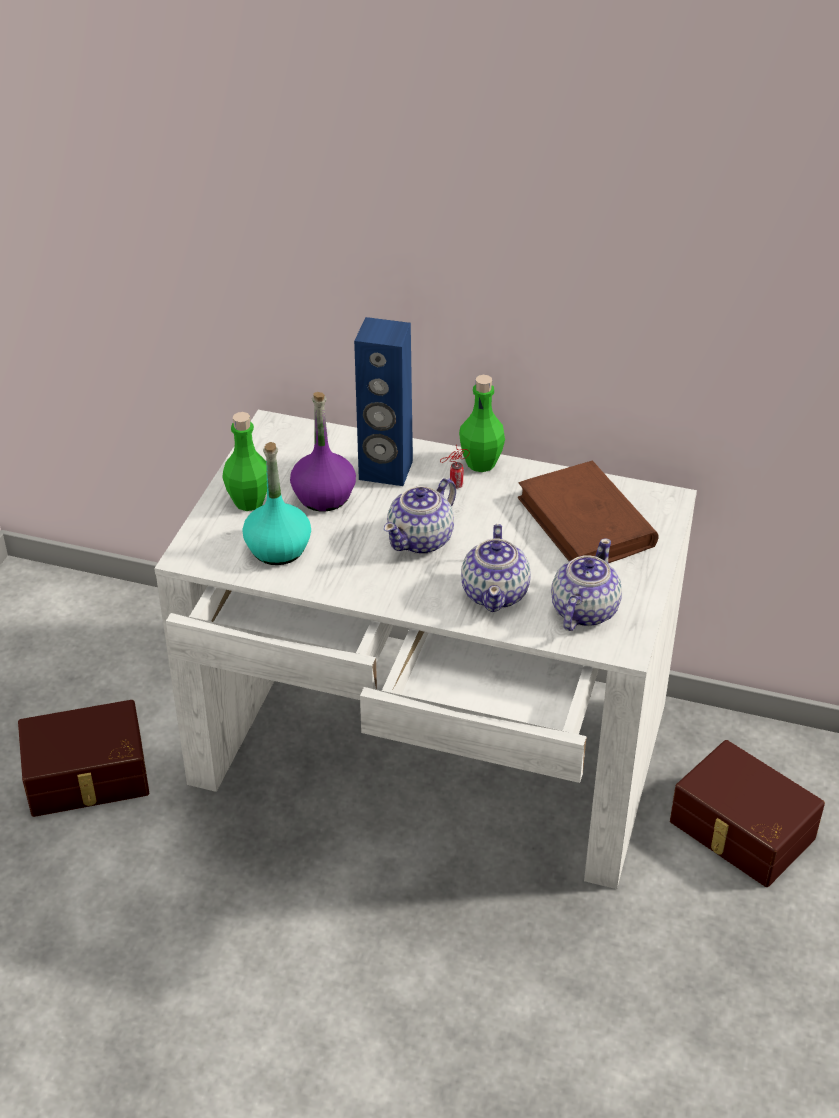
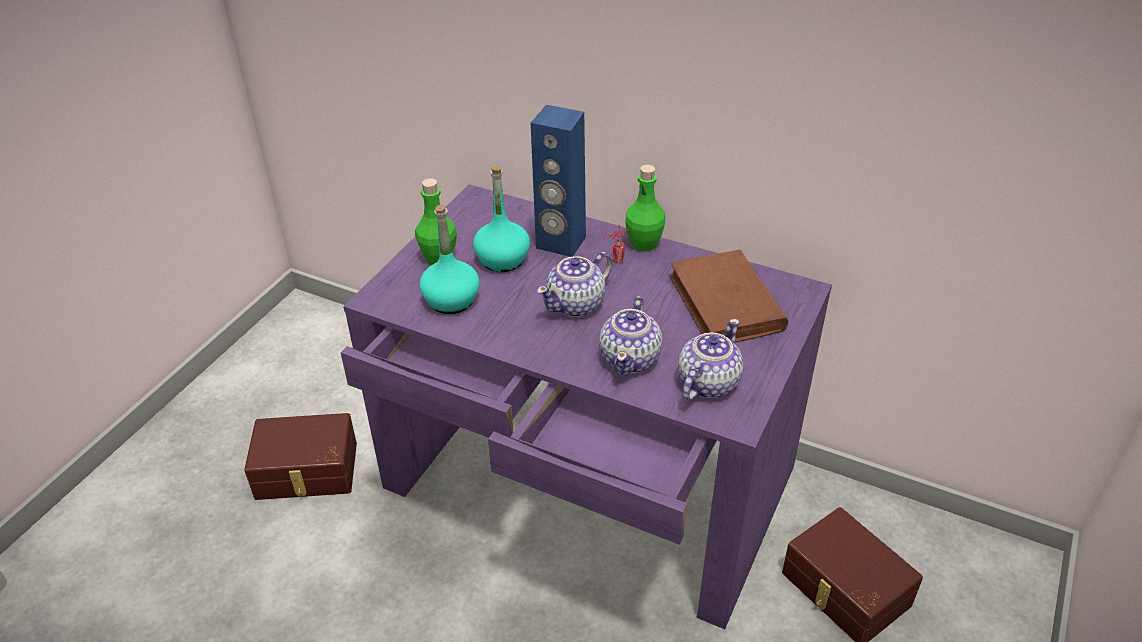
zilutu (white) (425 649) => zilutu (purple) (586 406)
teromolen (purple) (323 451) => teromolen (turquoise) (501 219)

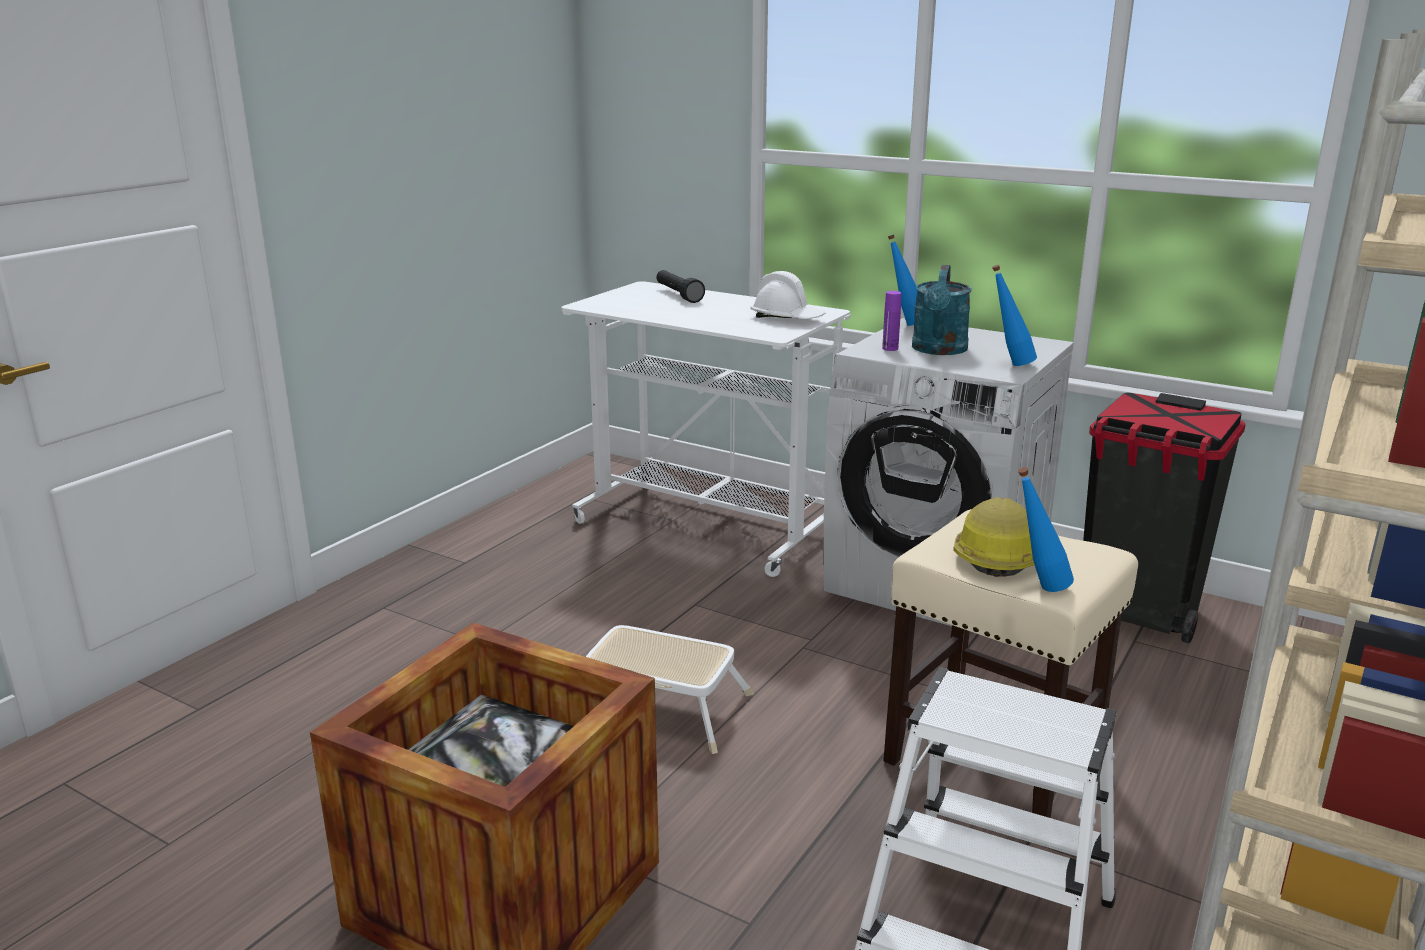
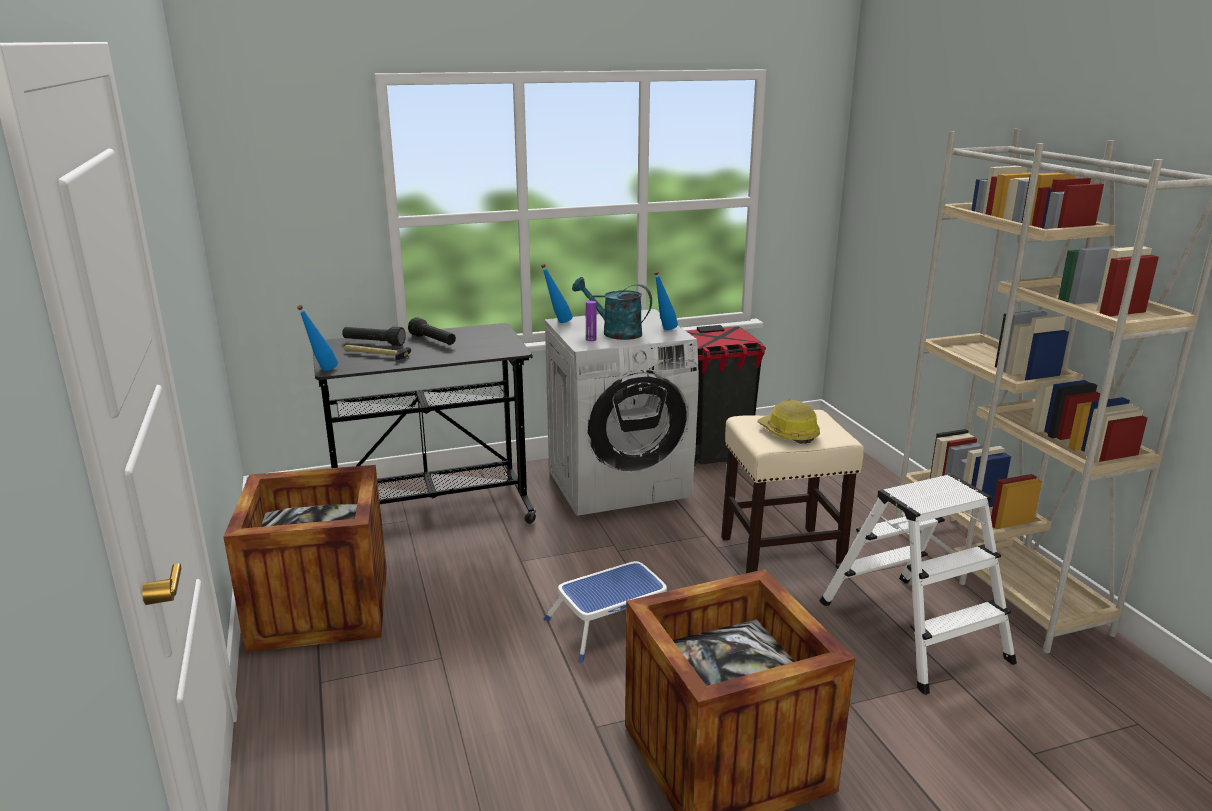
zilutu (white) (706 429) => zilutu (black) (424 423)
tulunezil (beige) (670 689) => tulunezil (blue) (605 612)
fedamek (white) (788 295) => nothing
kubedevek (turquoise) (942 310) => kubedevek (turquoise) (612 308), 150 degrees clockwise
teromolen (blue) (1046 529) => teromolen (blue) (317 338), move
nothing => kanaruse (305 558)
nothing => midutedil (377 352)
nothing => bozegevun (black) (432 331)

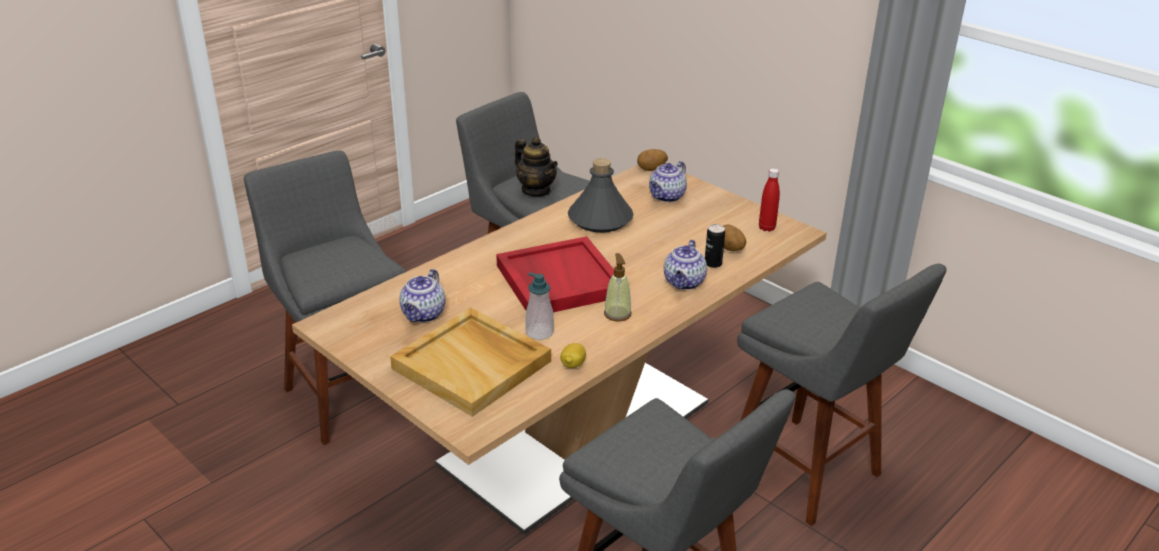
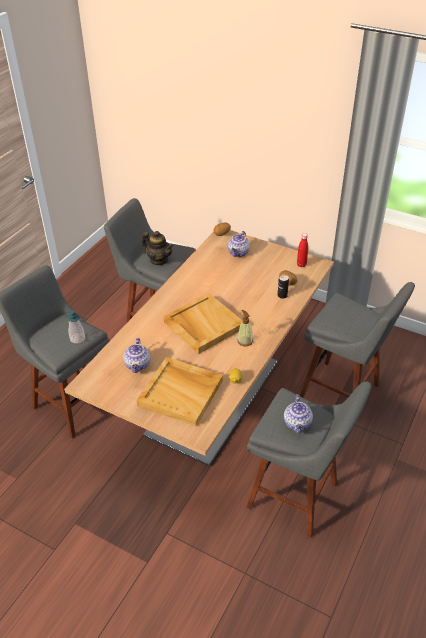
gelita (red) (555 274) => gelita (beige) (203 323)
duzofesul (539 306) => duzofesul (75 327), move
teromolen (grey) (601 195) => nothing
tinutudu (685 265) => tinutudu (298 414), move

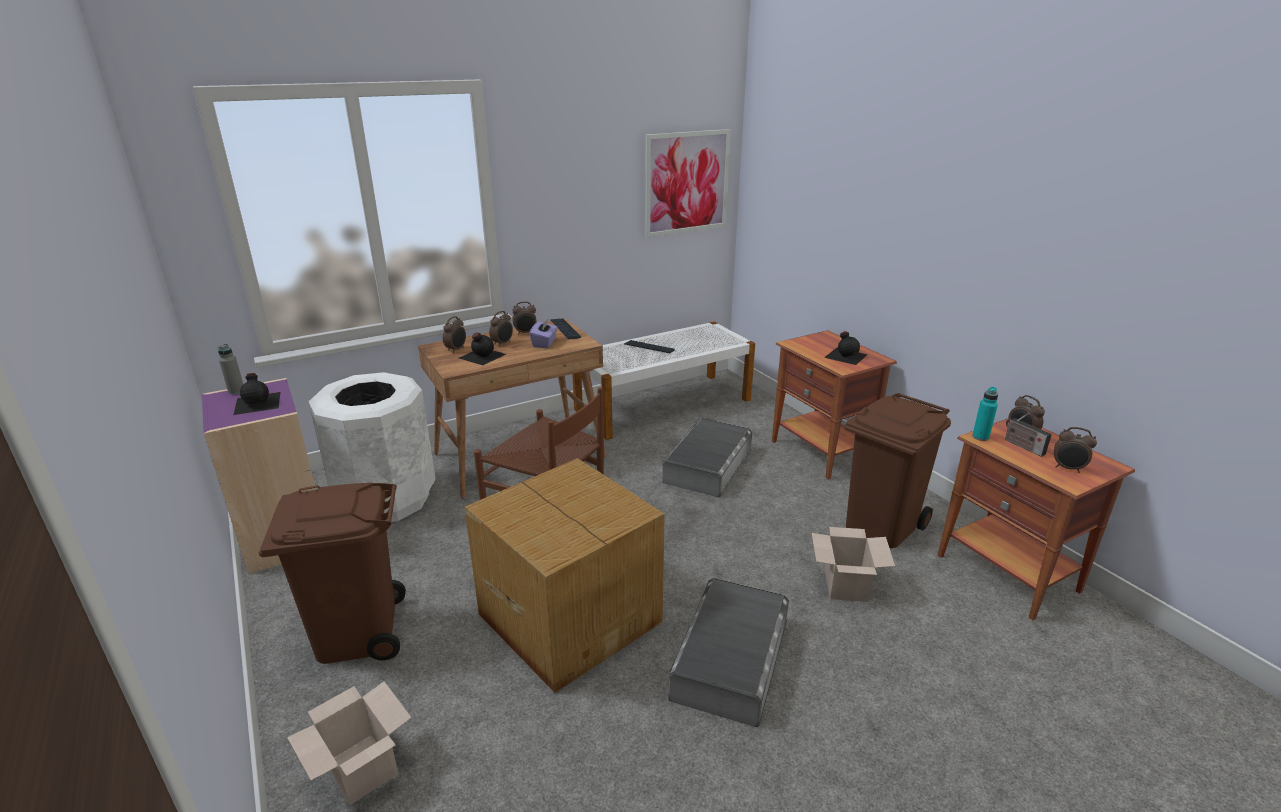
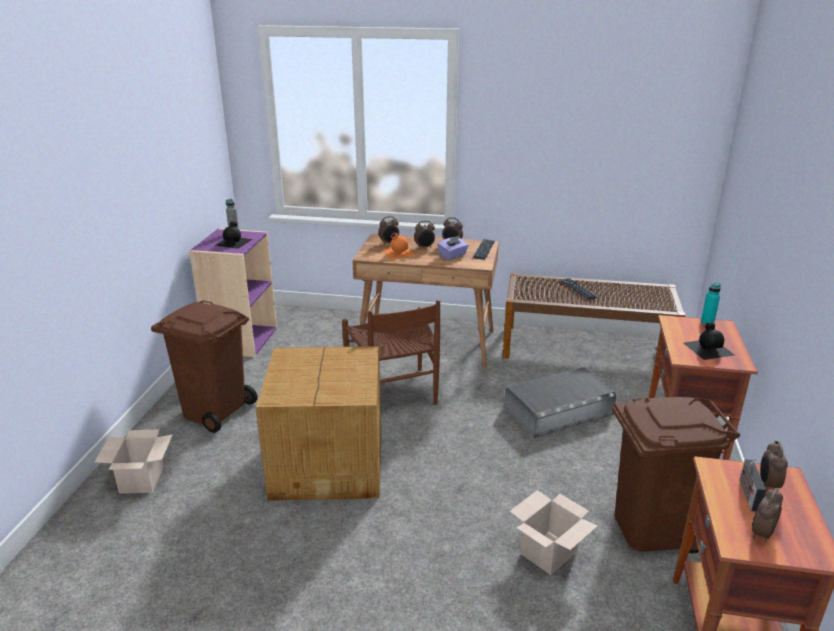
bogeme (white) (372 447) => nothing
teromolen (black) (482 348) => teromolen (orange) (398 245)
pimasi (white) (663 380) => pimasi (brown) (594 315)
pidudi (688 183) => nothing
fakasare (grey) (728 652) => nothing
teromolen (turquoise) (985 414) => teromolen (turquoise) (711 303), move
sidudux (1075 450) => sidudux (767 515), 60 degrees clockwise

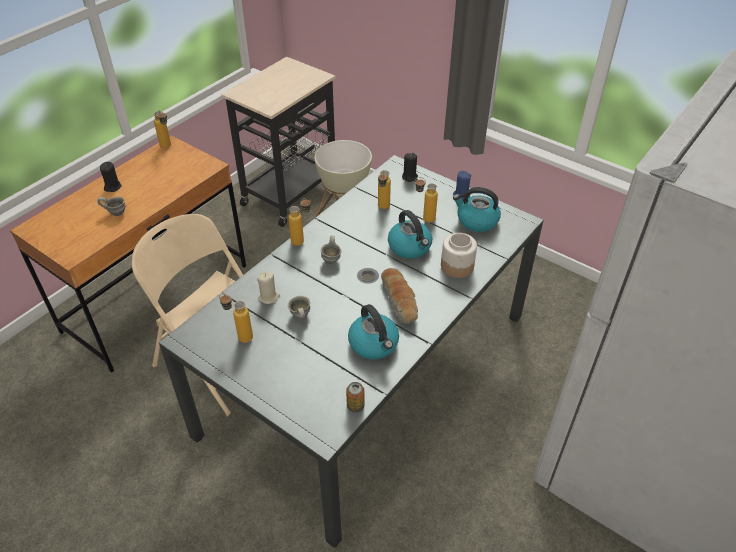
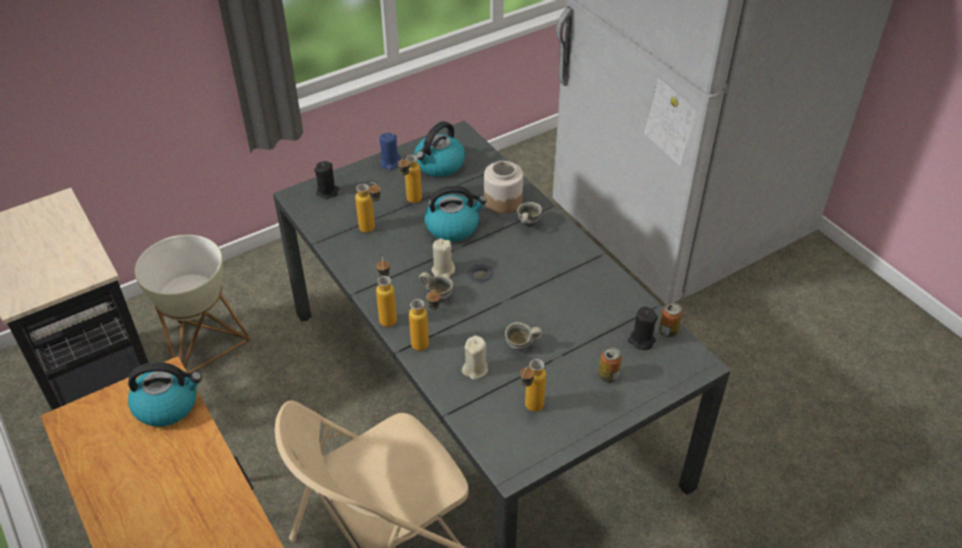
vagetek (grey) (111 206) => vagetek (grey) (529 214), move
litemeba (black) (111 177) => litemeba (black) (643 328), move
teromolen (162 129) => teromolen (425 320), move
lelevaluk (373 331) => lelevaluk (165 394), move
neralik (399 296) => nothing
nothing => litemeba (beige) (443 258)
nothing => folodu (610 365)

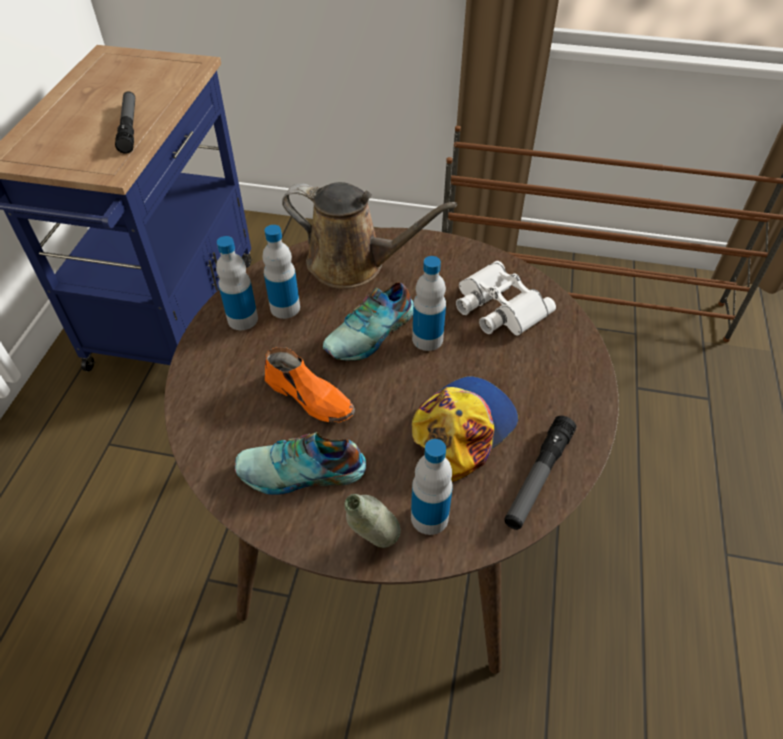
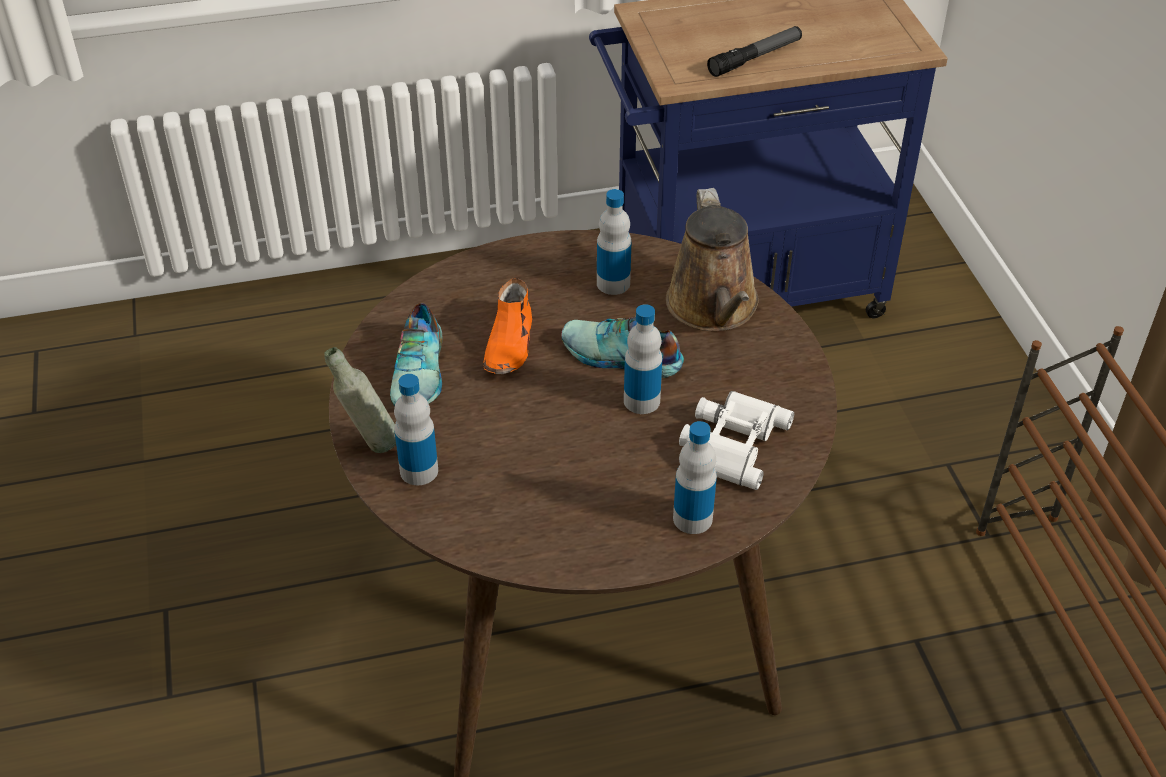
teromolen (237 283) => teromolen (695 477), move
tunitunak (300 463) => tunitunak (416 354), 150 degrees counterclockwise
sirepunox (465 429) => nothing
bozegevun (540 473) => nothing

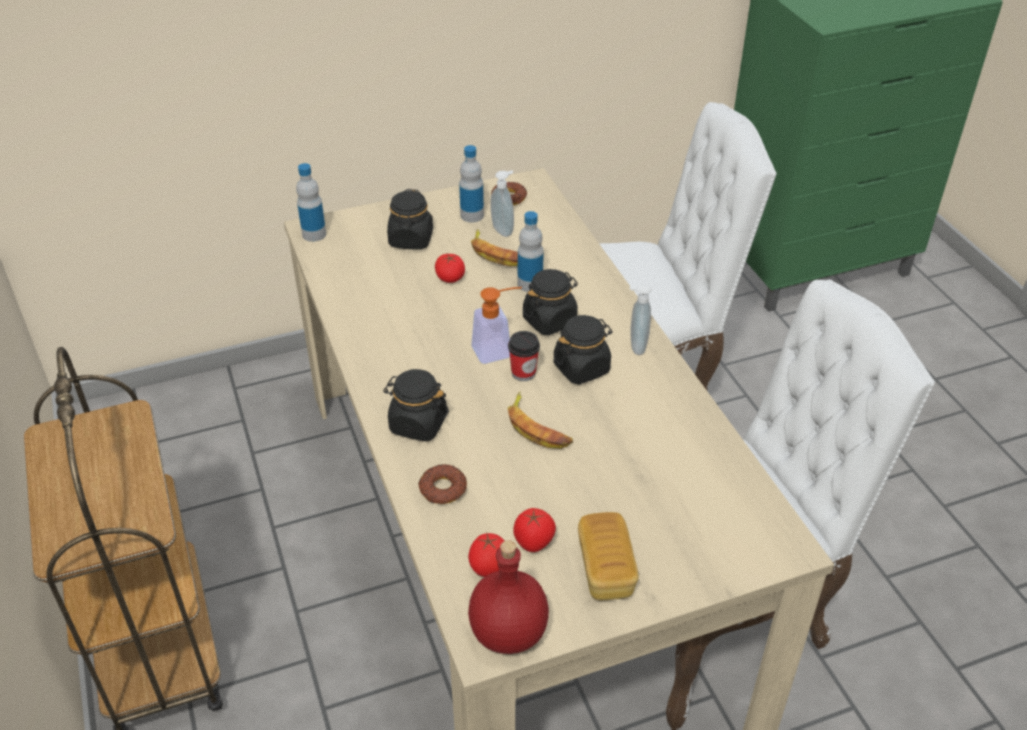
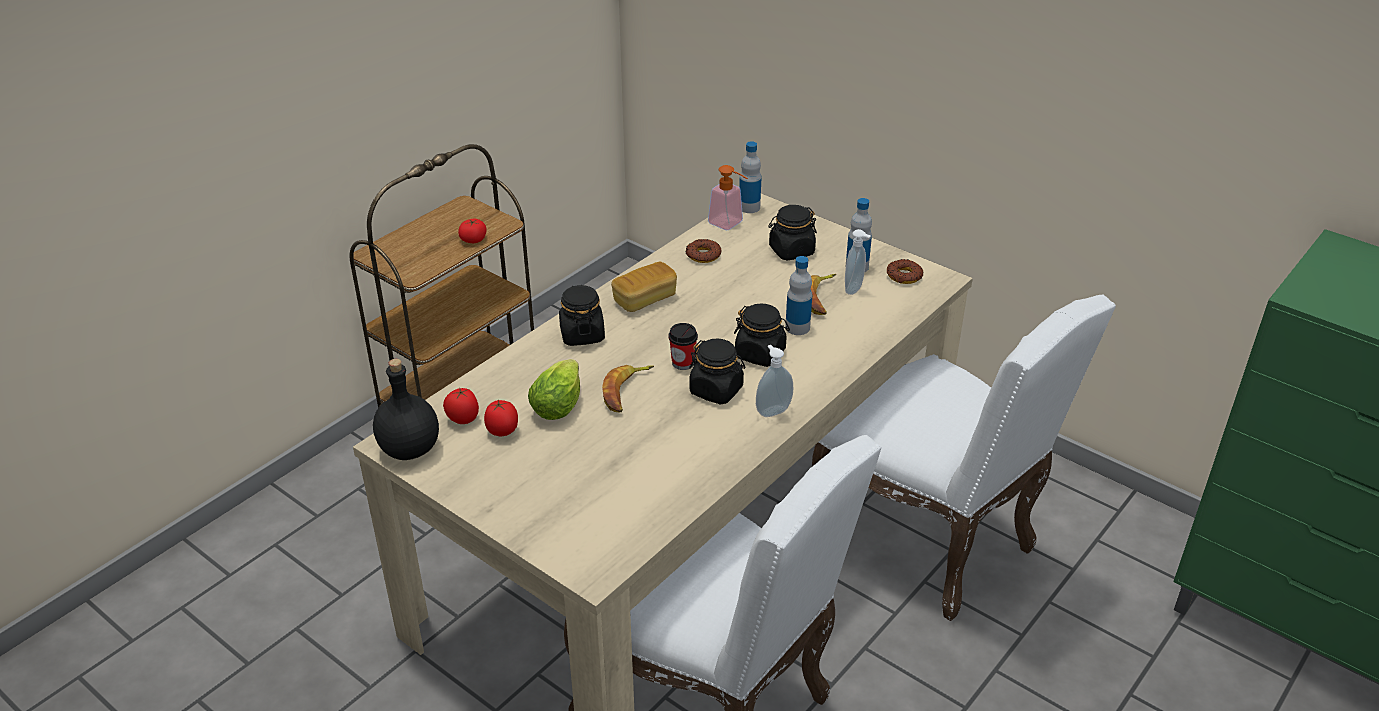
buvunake (442 484) => buvunake (703 251), move
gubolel (450 268) => gubolel (472 231), move
teromolen (red) (508 597) => teromolen (black) (406 409)
duzofesul (496 325) => duzofesul (728 197), move
neralik (608 556) => neralik (644 286), move
nothing => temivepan (554 389)

